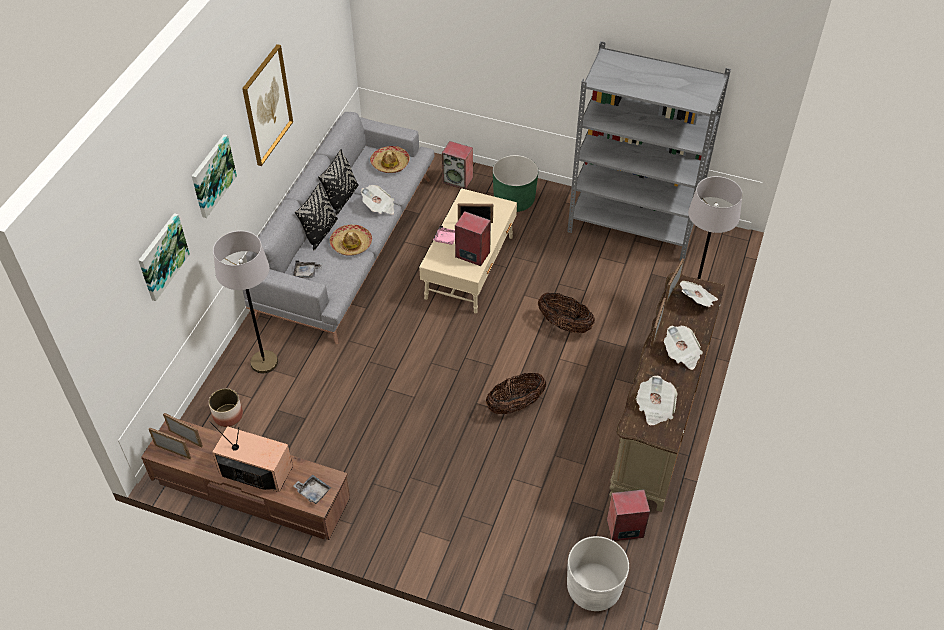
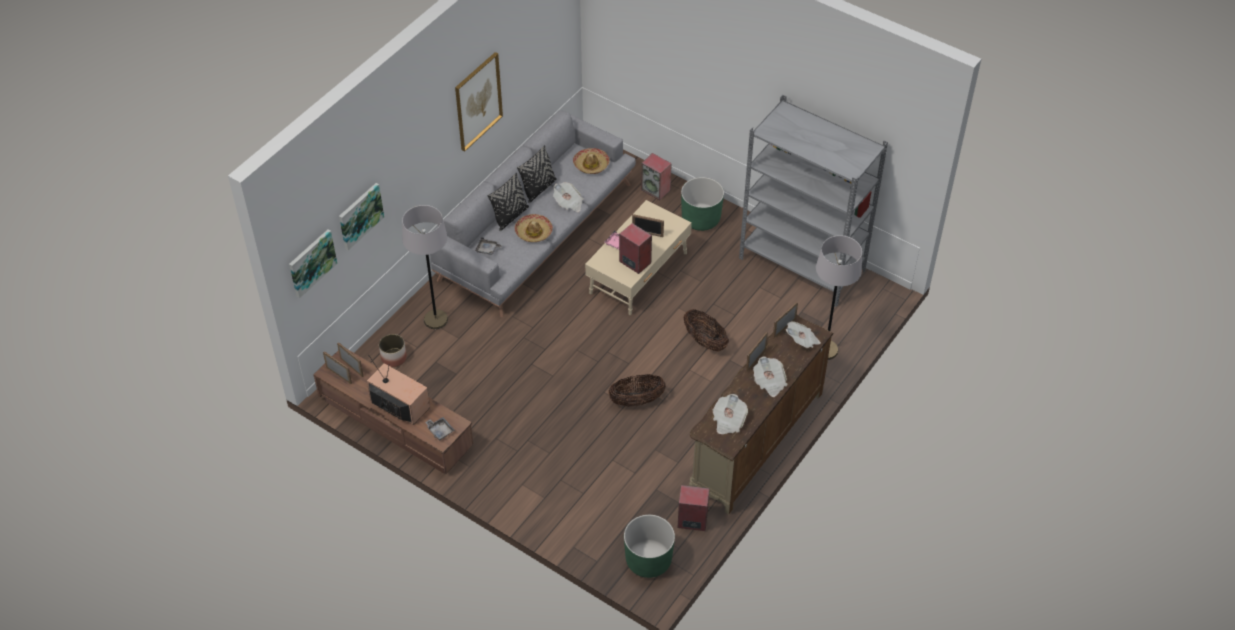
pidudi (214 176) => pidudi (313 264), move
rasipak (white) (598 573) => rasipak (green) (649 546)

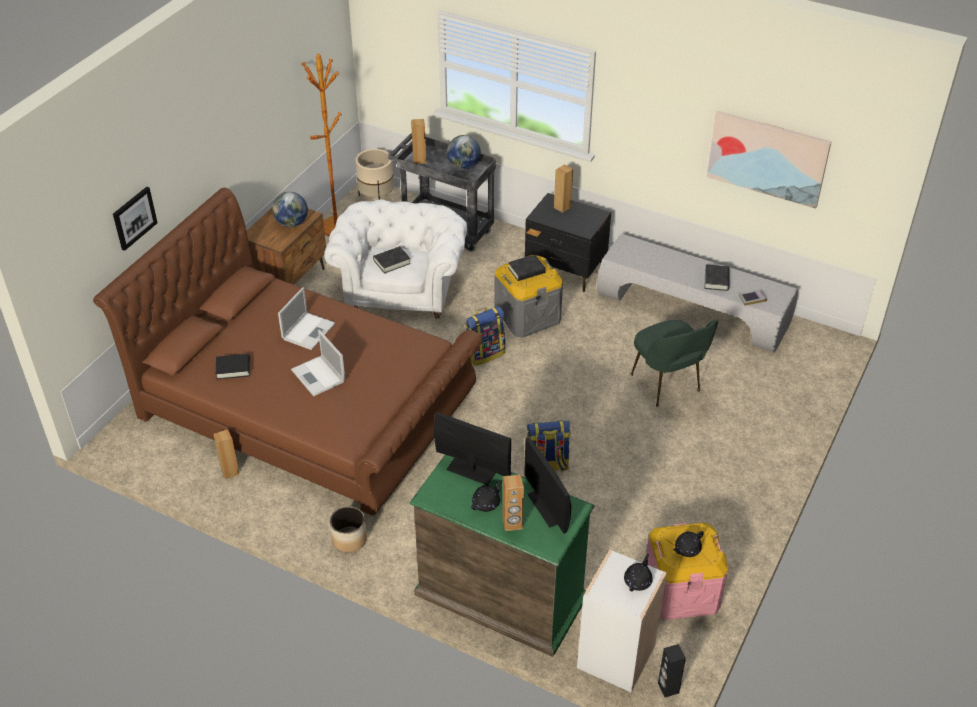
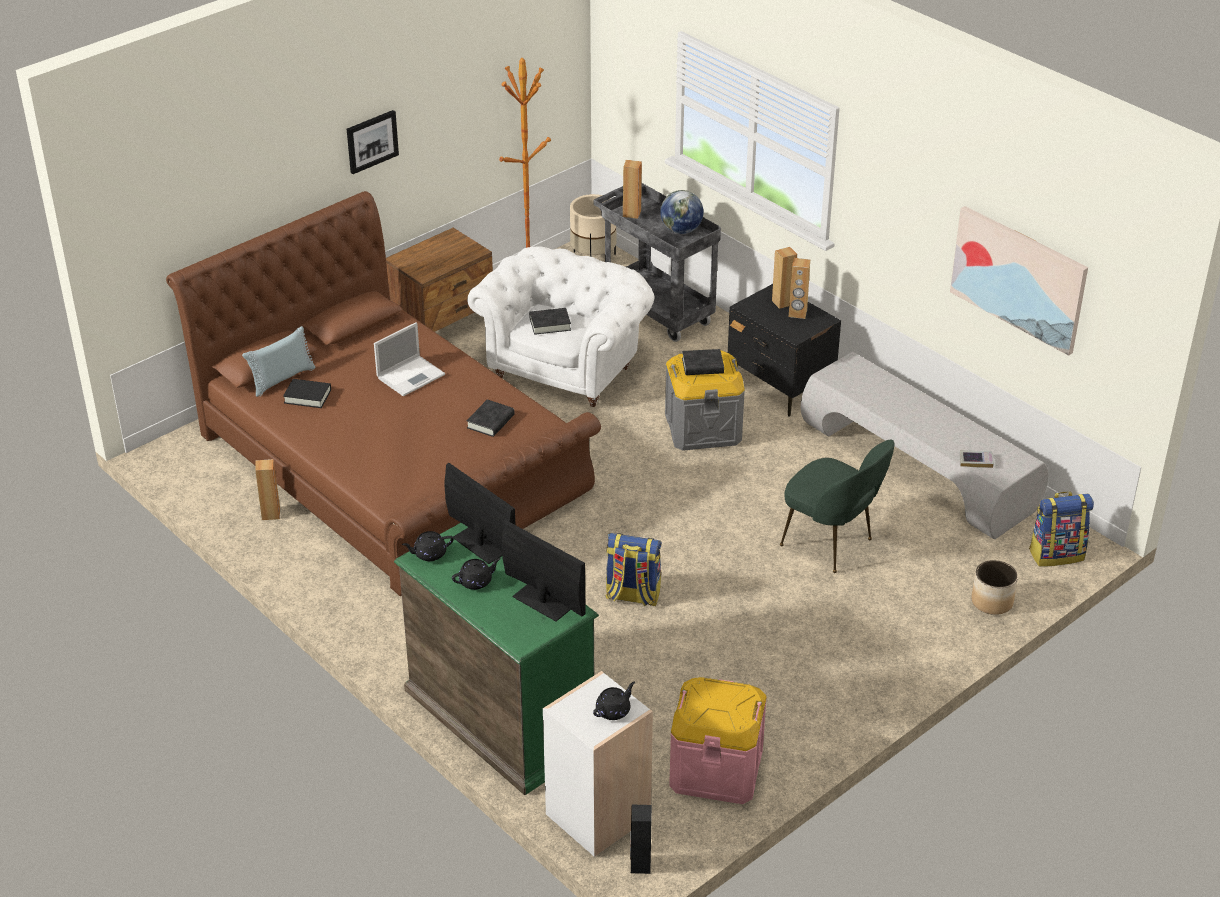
pidudi (135 219) => pidudi (373 142), move
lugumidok (290 209) => nothing
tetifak (318 363) => nothing
rasipak (348 529) => rasipak (994 587), move
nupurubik (485 336) => nupurubik (1061 529), move
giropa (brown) (513 502) => giropa (brown) (799 288), move
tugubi (547 485) => tugubi (544 571), 135 degrees clockwise
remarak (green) (674 363) => remarak (green) (837 506), 45 degrees counterclockwise
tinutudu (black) (688 544) => tinutudu (black) (428 546), move
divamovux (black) (717 277) => divamovux (black) (490 418), move
nothing => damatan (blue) (278 361)

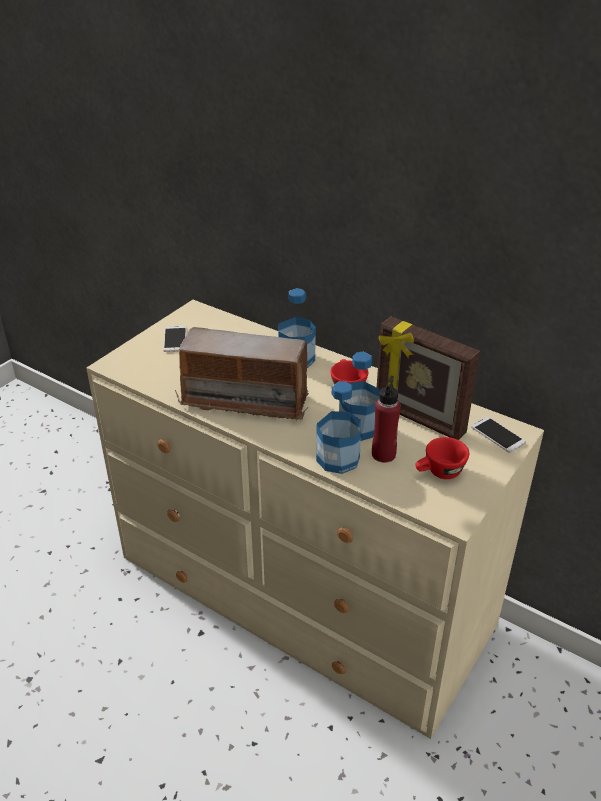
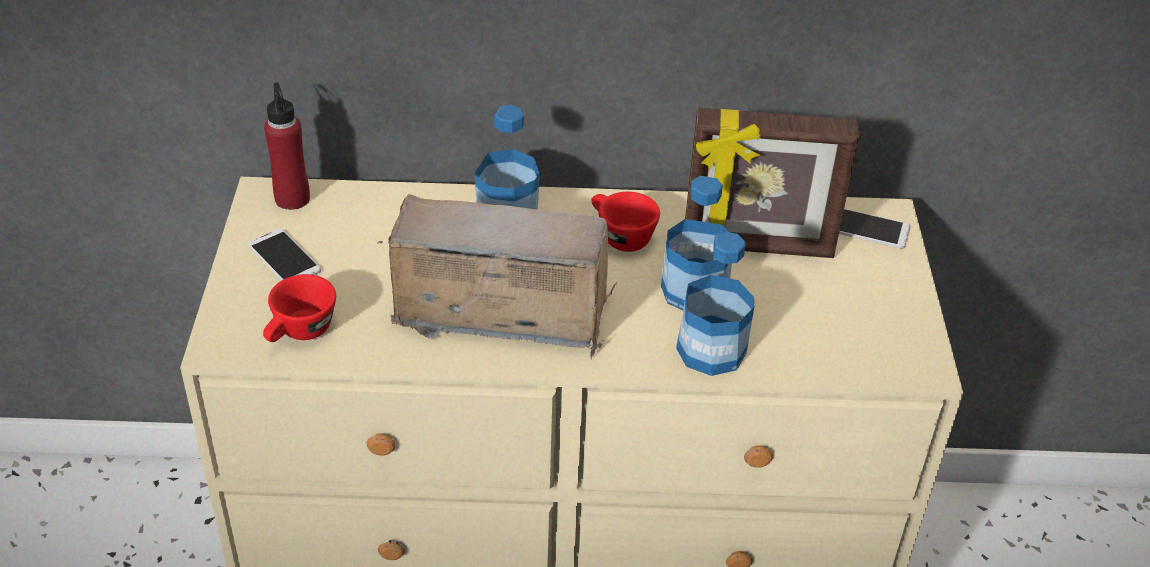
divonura (244 374) => divonura (497 277), 150 degrees counterclockwise
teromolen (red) (386 419) => teromolen (red) (287 146), move
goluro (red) (442 458) => goluro (red) (299 308), move

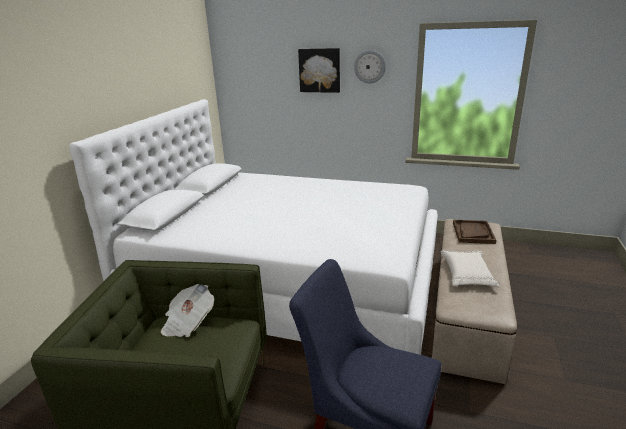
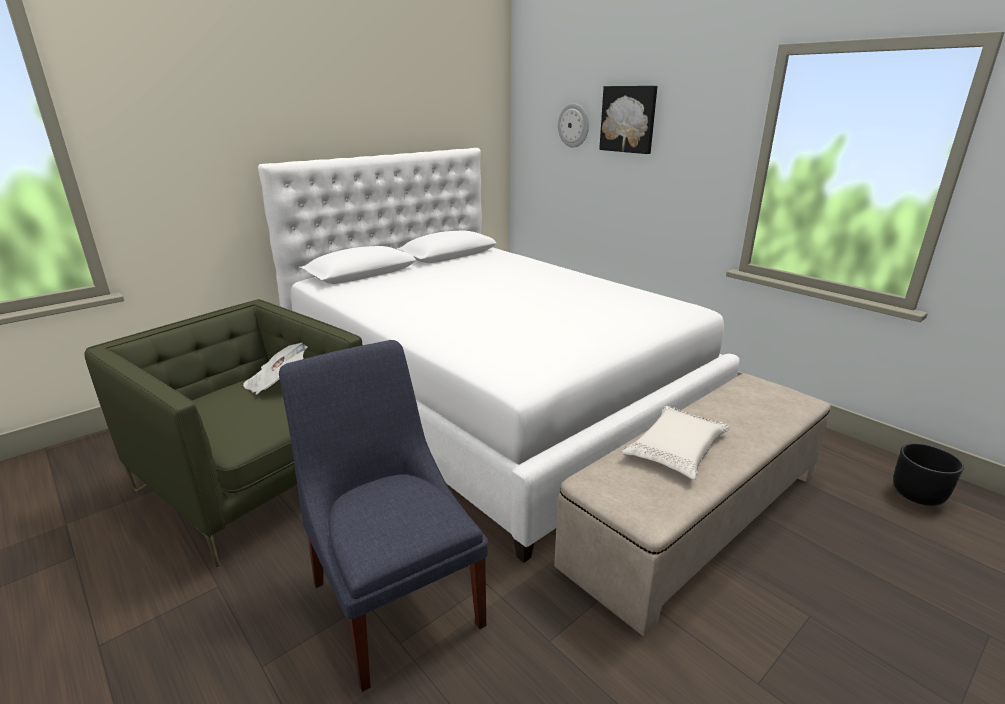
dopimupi (370 66) => dopimupi (573 125), move
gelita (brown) (474 232) => nothing
nothing => rasipak (black) (928 474)

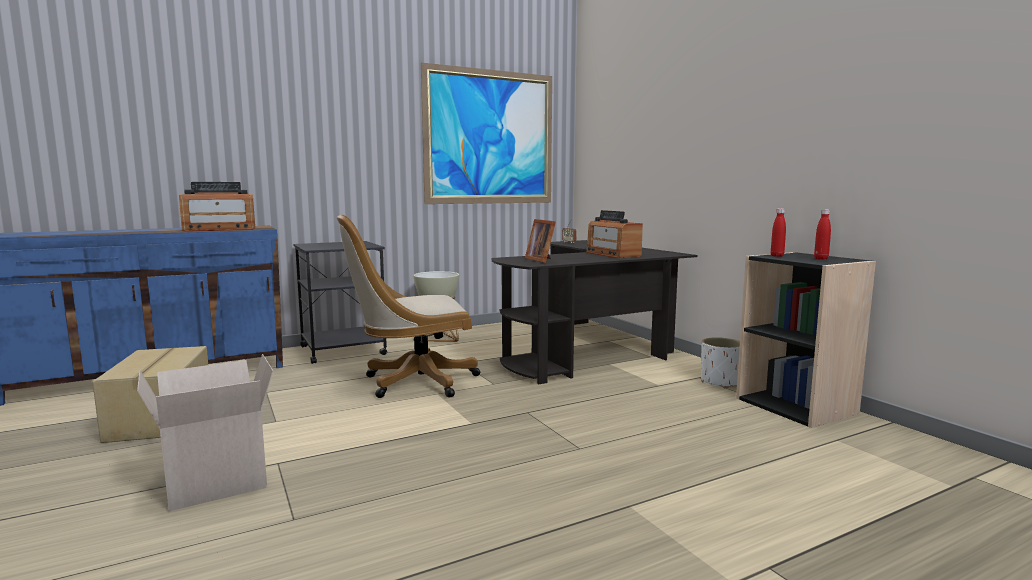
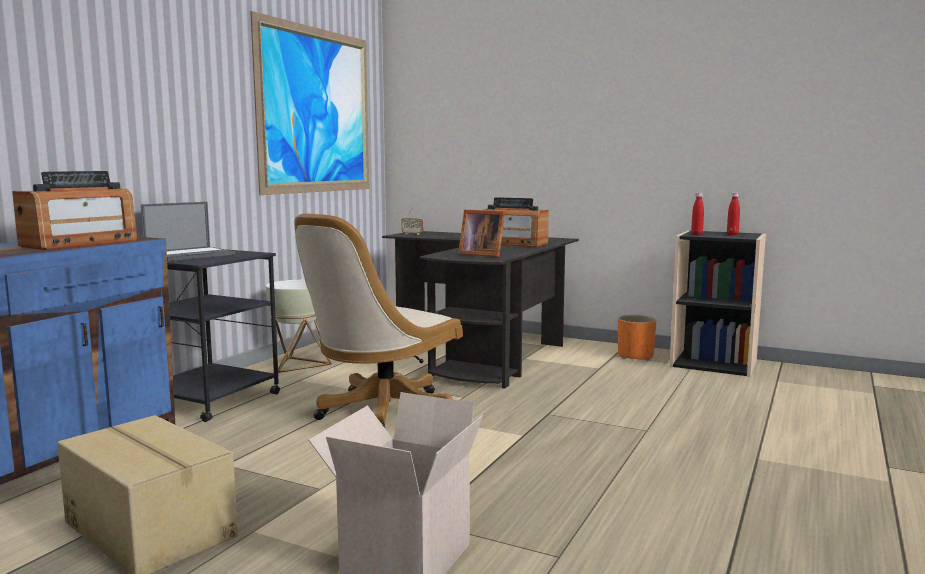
rasipak (white) (720 362) => rasipak (orange) (637 338)
nothing => tetifak (188 231)

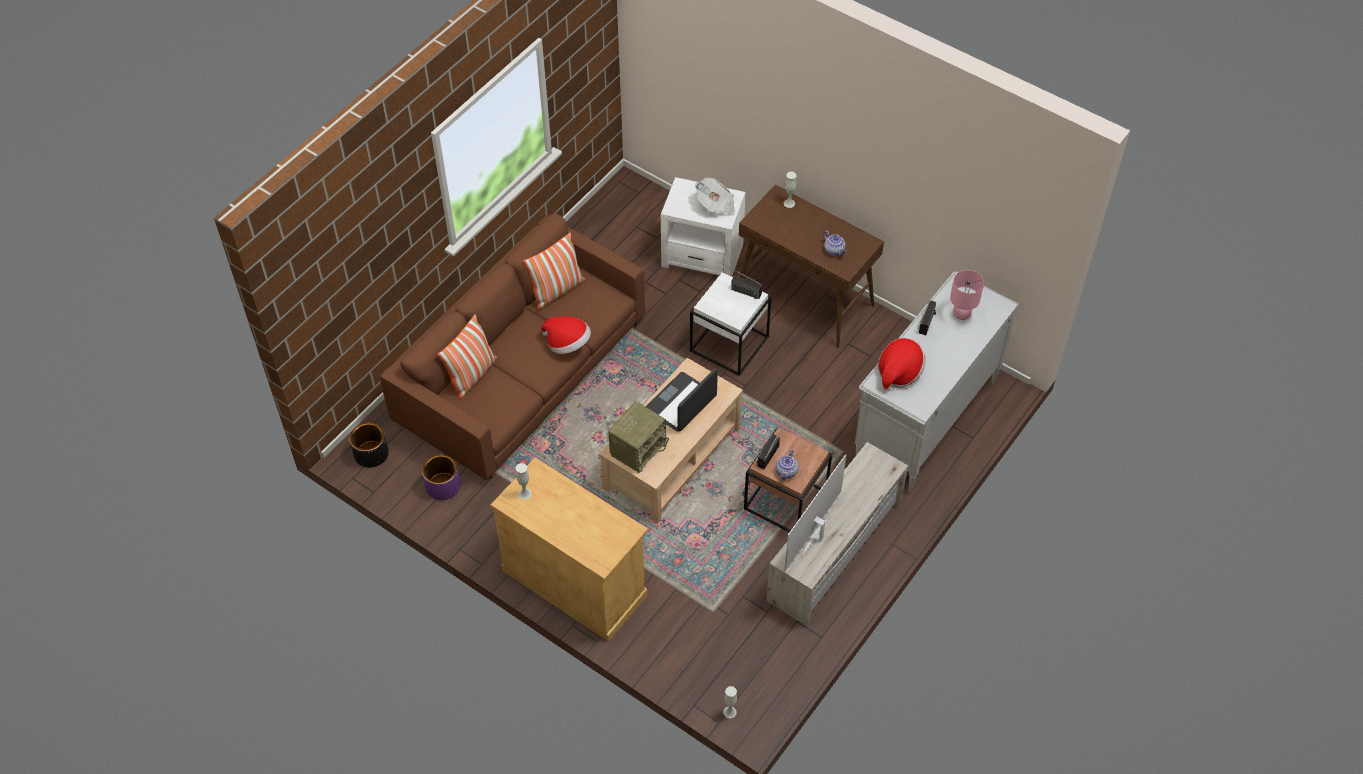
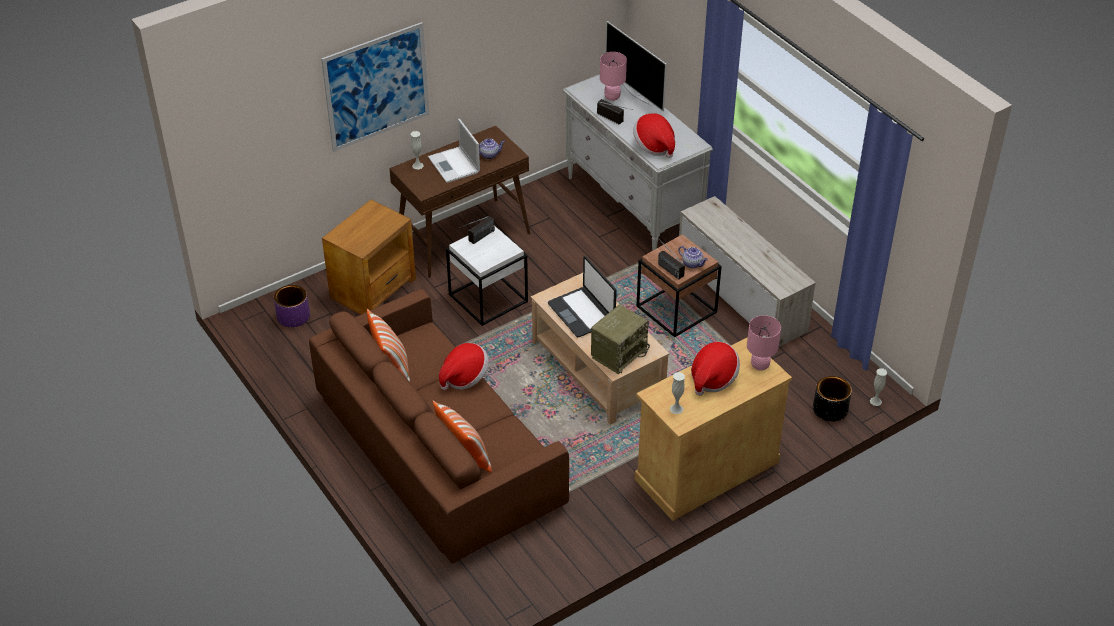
rasipak (black) (369 445) => rasipak (black) (832 399), move
rasipak (purple) (441 477) => rasipak (purple) (292 306), move
divonura (638 437) => divonura (620 339), 75 degrees clockwise
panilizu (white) (703 227) => panilizu (brown) (369 257)
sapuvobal (715 196) => nothing
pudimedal (815 512) => pudimedal (636 66), move
nothing => pidudi (375 87)
nothing => tetifak (454 151)
nothing => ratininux (715 369)
nothing => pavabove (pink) (764 343)

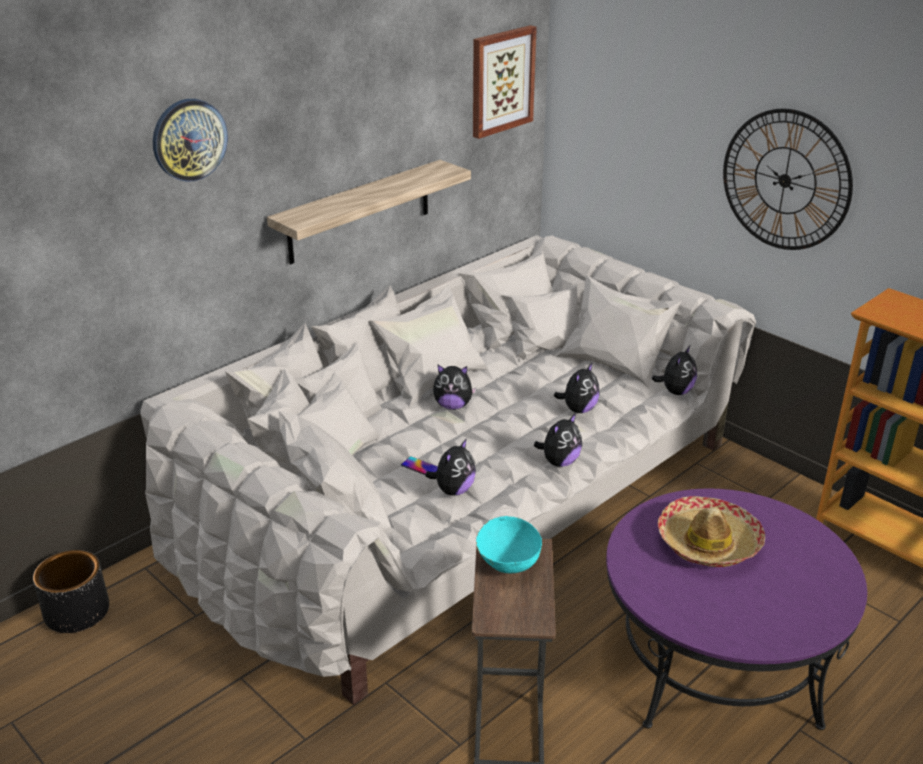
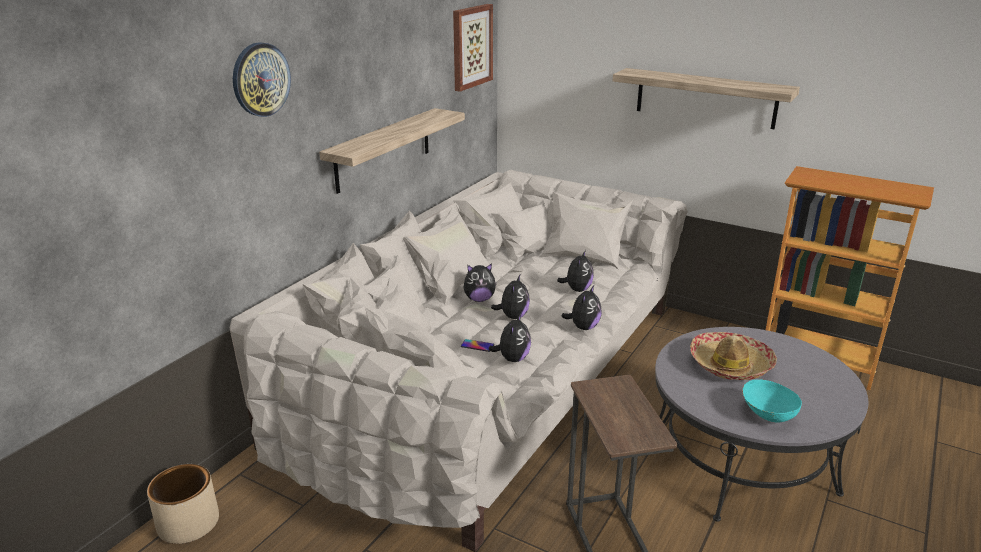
rasipak (black) (71 591) => rasipak (beige) (183 504)
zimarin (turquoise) (509 544) => zimarin (turquoise) (772 400), move
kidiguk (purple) (736 609) => kidiguk (grey) (762 424)
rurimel (674 370) => rurimel (510 297), move
dopimupi (788 179) => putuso (706 98)

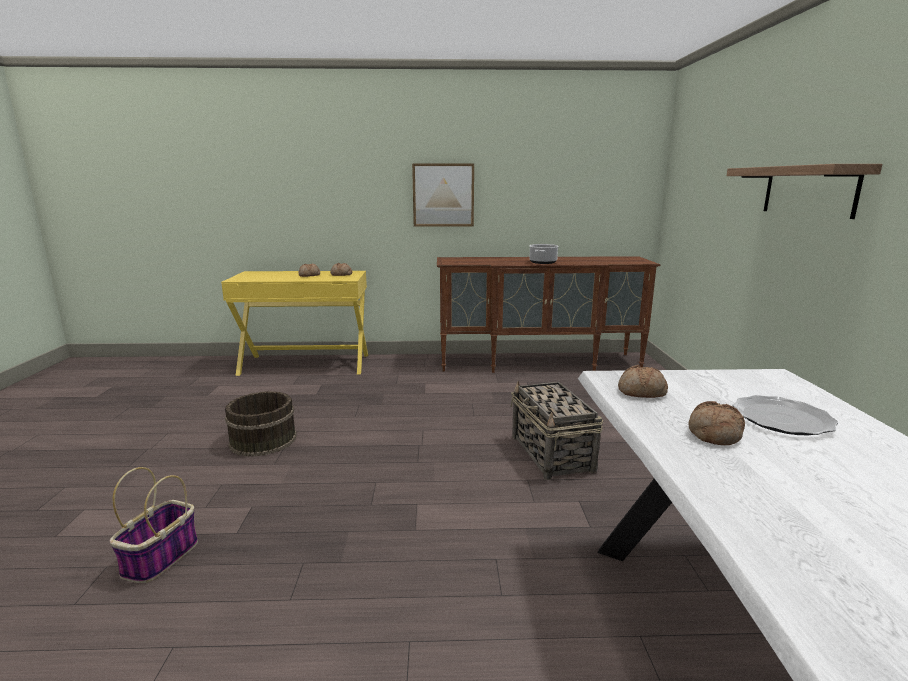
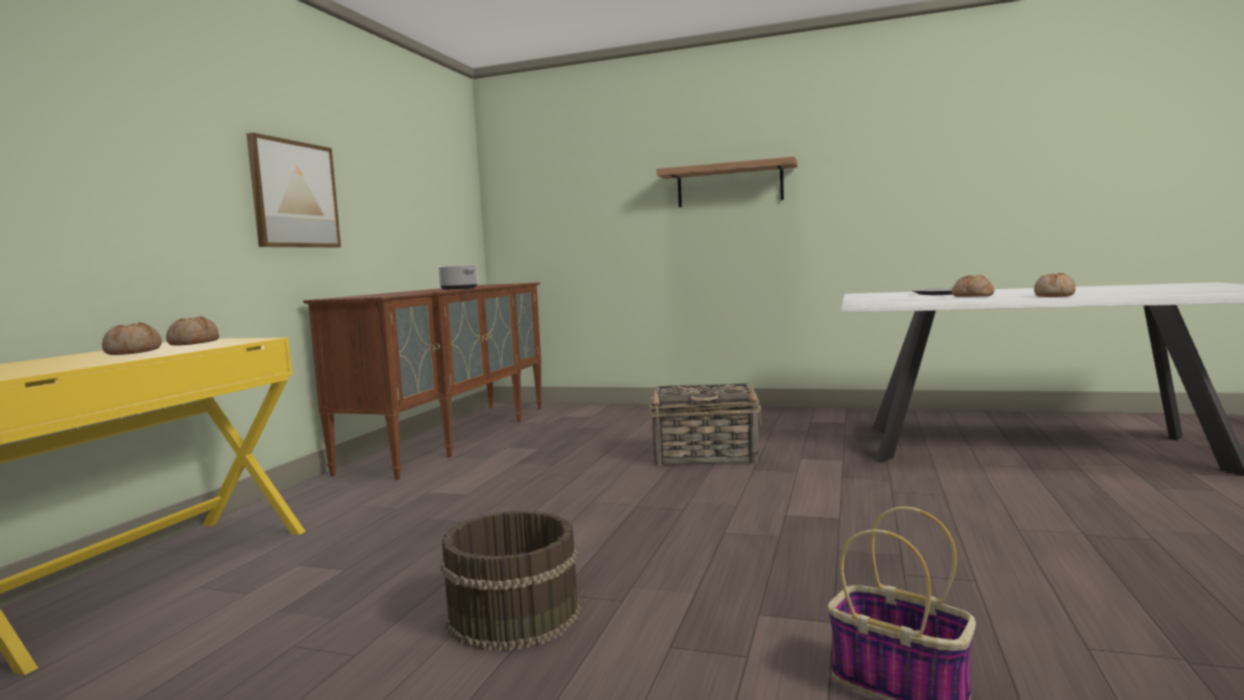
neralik (643 381) => neralik (1055 285), move

